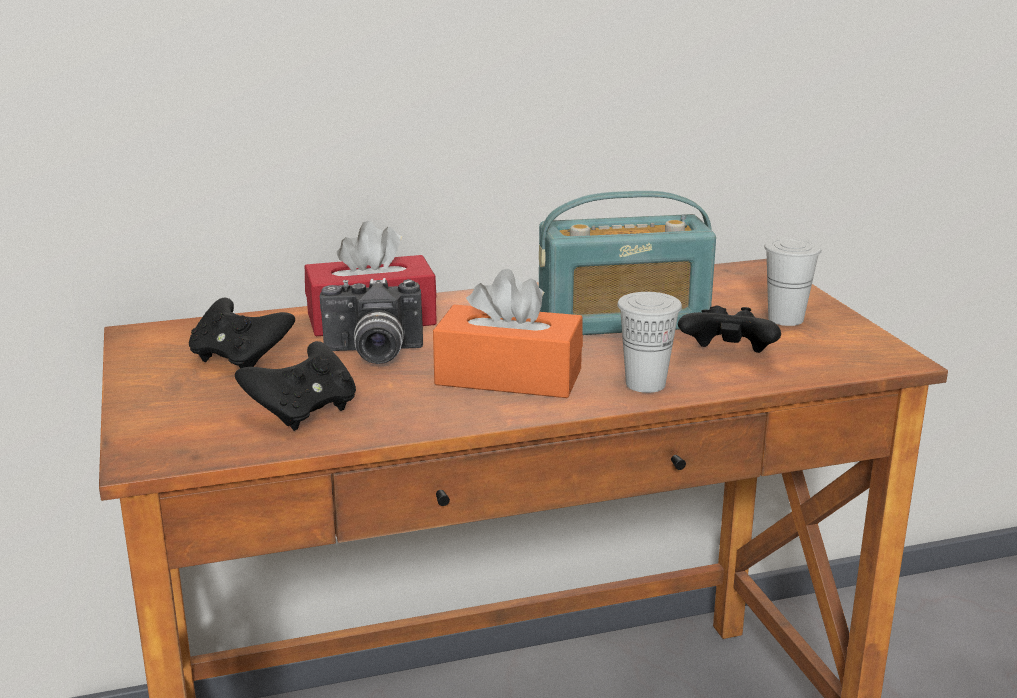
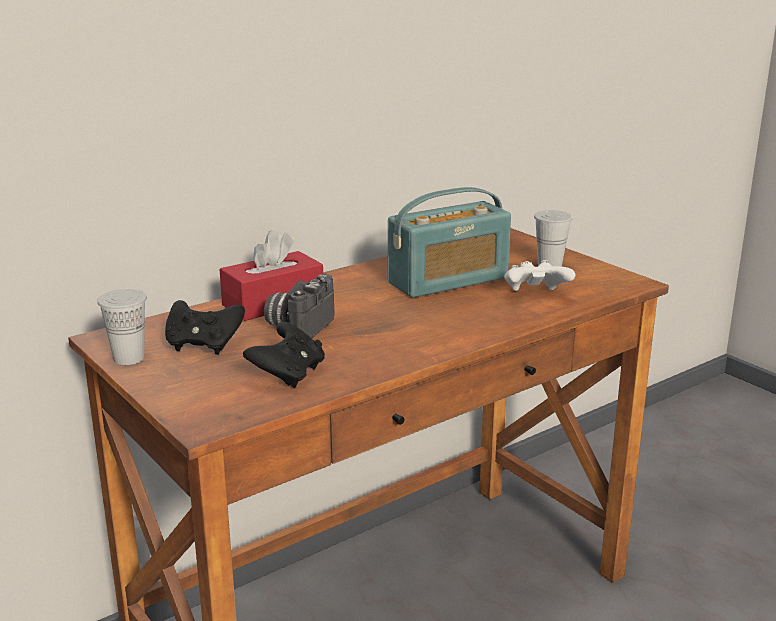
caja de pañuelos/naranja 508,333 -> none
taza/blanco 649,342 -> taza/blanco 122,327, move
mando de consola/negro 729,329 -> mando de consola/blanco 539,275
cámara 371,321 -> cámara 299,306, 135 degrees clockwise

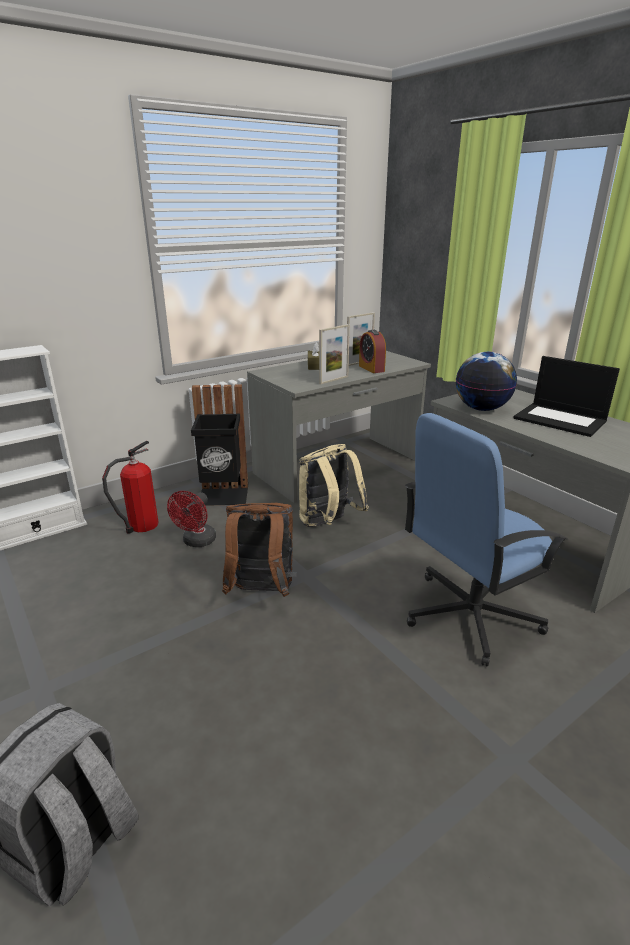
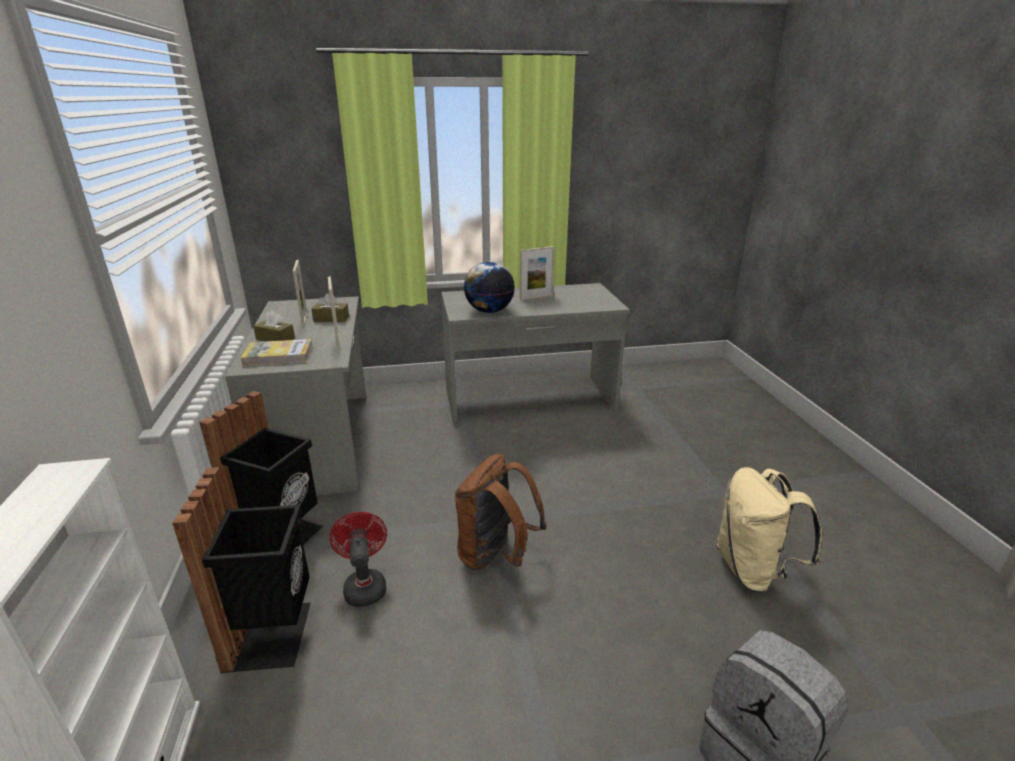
silla de oficina/azul 486,539 -> none
none -> libro 277,352
mochila/beis 334,485 -> mochila/beis 769,530, move
extintor 130,487 -> papelera/negro 241,570
despertador 372,351 -> caja de pañuelos/marrón 330,307
portátil 566,396 -> portarretratos 537,273
ventilador/rojo 191,519 -> ventilador/rojo 358,559, 150 degrees counterclockwise

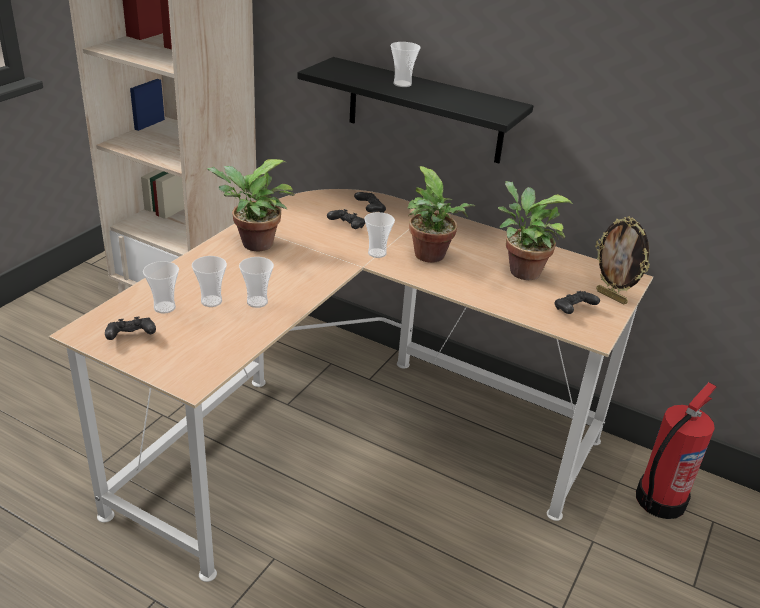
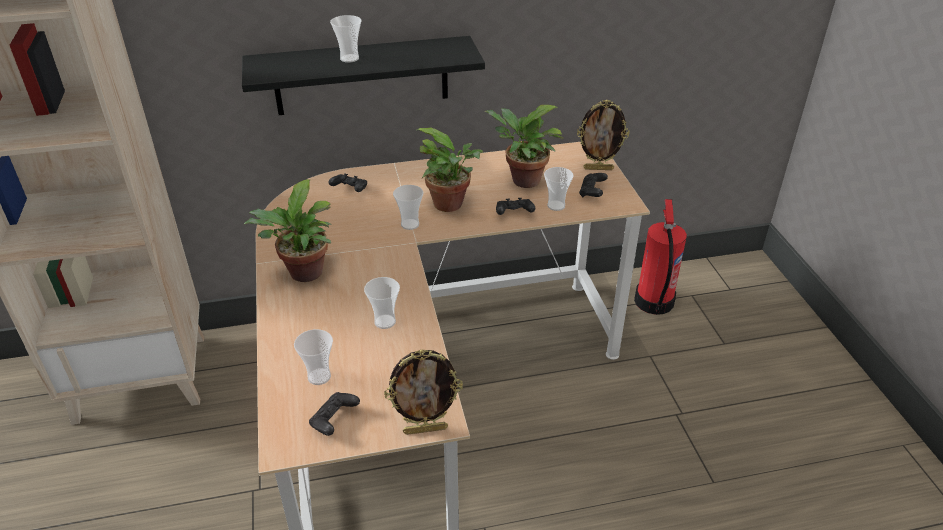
none -> portarretratos 423,392
taza 209,281 -> taza 559,189, move
mando de consola/negro 346,219 -> mando de consola/negro 515,206, move

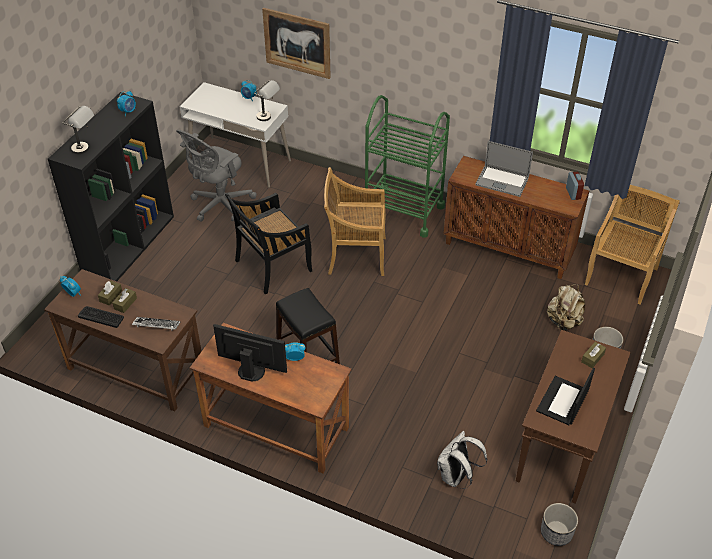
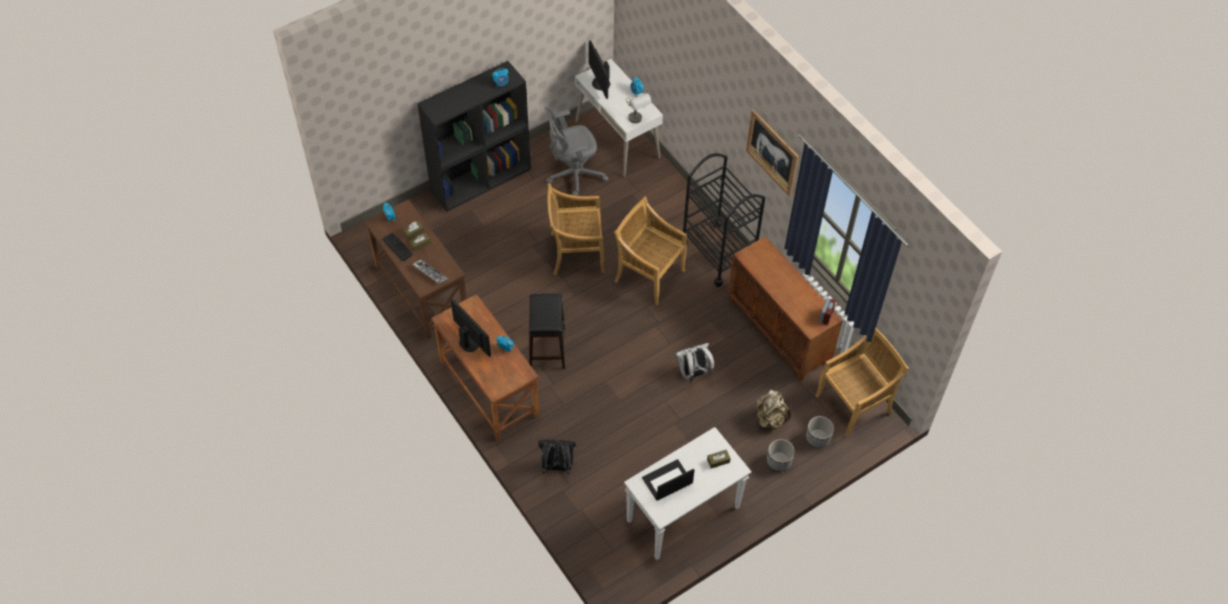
lámpara de mesa/gris 78,130 -> none
portátil 504,169 -> none
none -> mochila/negro 557,456
none -> monitor 600,69
cuadro 296,43 -> cuadro 772,153, move
mochila/blanco 462,460 -> mochila/blanco 694,363, move
maceta 559,524 -> maceta 820,432, move
silla/negro 268,243 -> silla/beis 576,229
carrito/verde 407,166 -> carrito/negro 724,220
mesa consola/marrón 573,417 -> mesa consola/blanco 688,493

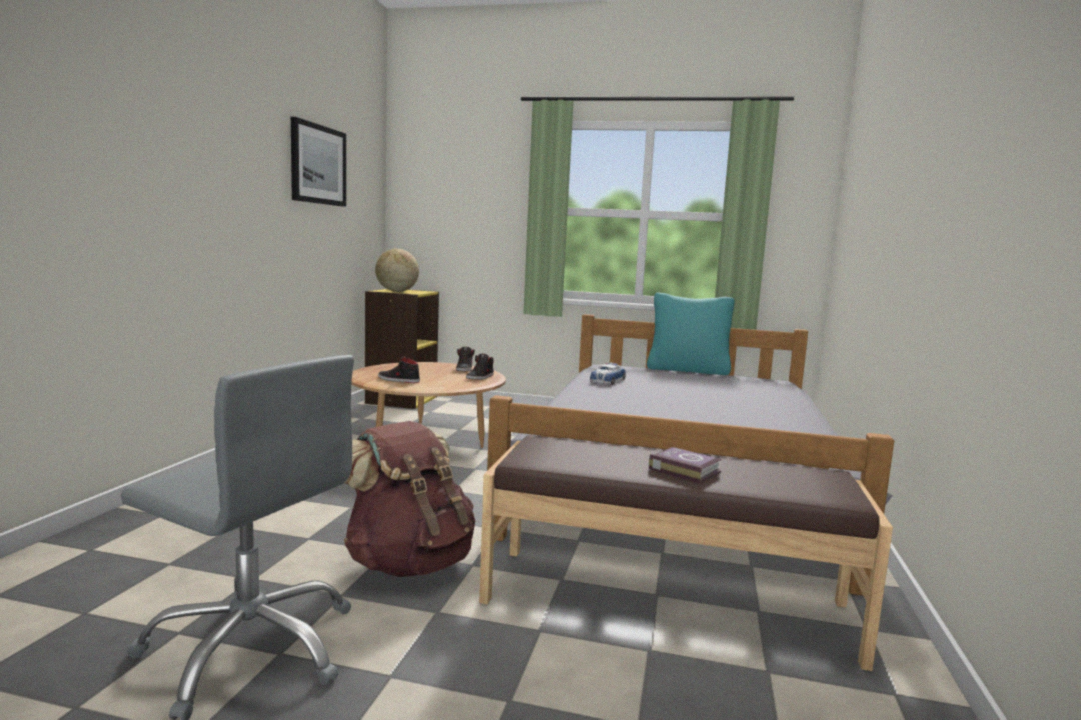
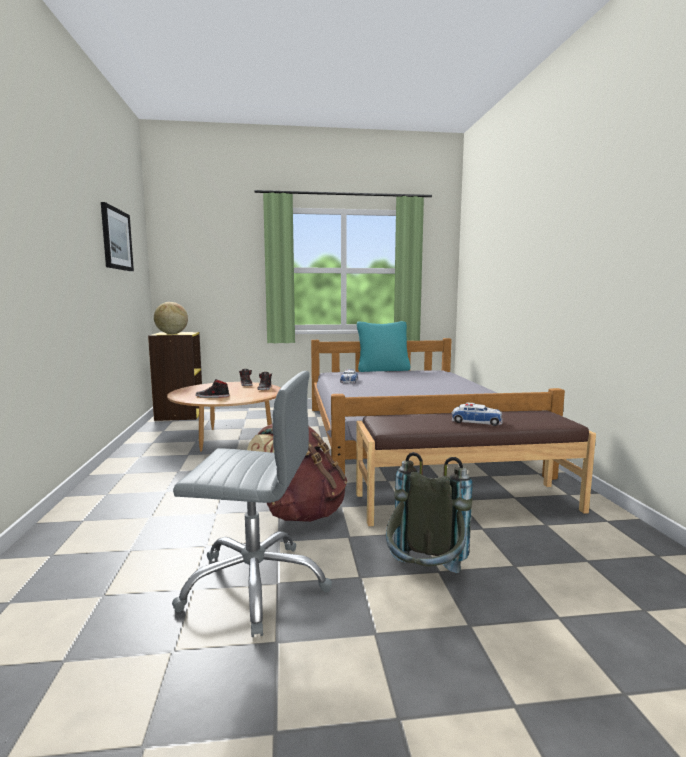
none -> mochila/gris 429,512
libro 685,465 -> coche de juguete 477,414

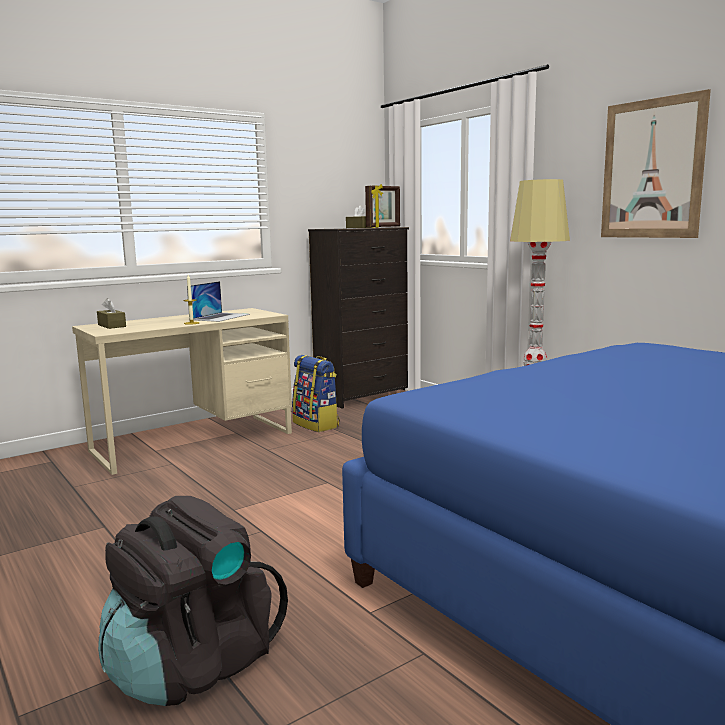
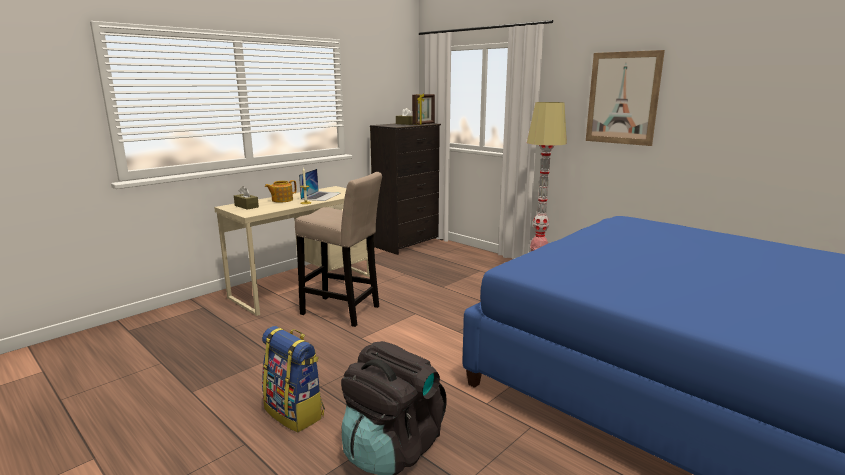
none -> tetera 281,191
none -> taburete/beis 338,249
mochila 316,393 -> mochila 293,379, move

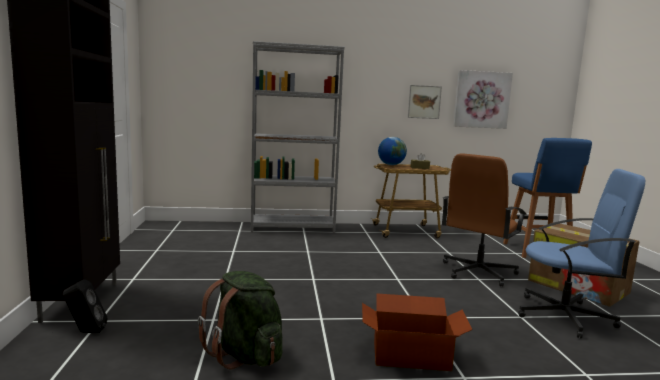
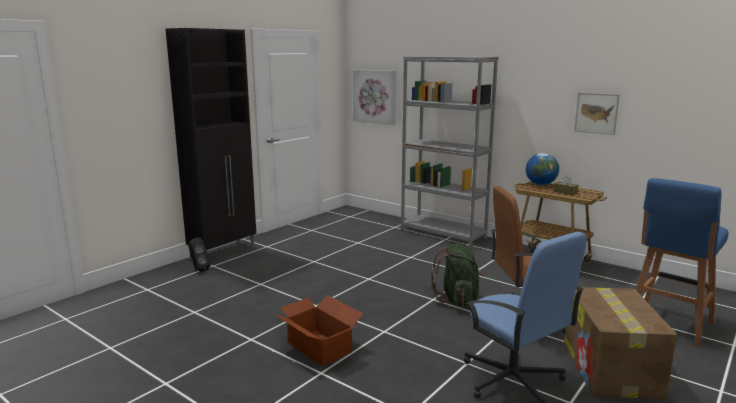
mochila/verde 240,320 -> mochila/verde 457,275, move
cuadro 483,99 -> cuadro 374,97, move

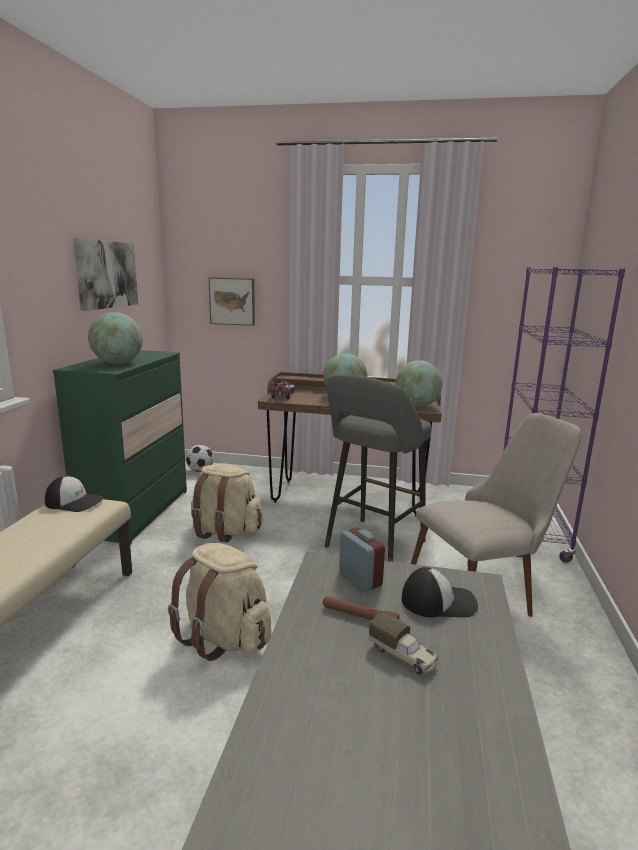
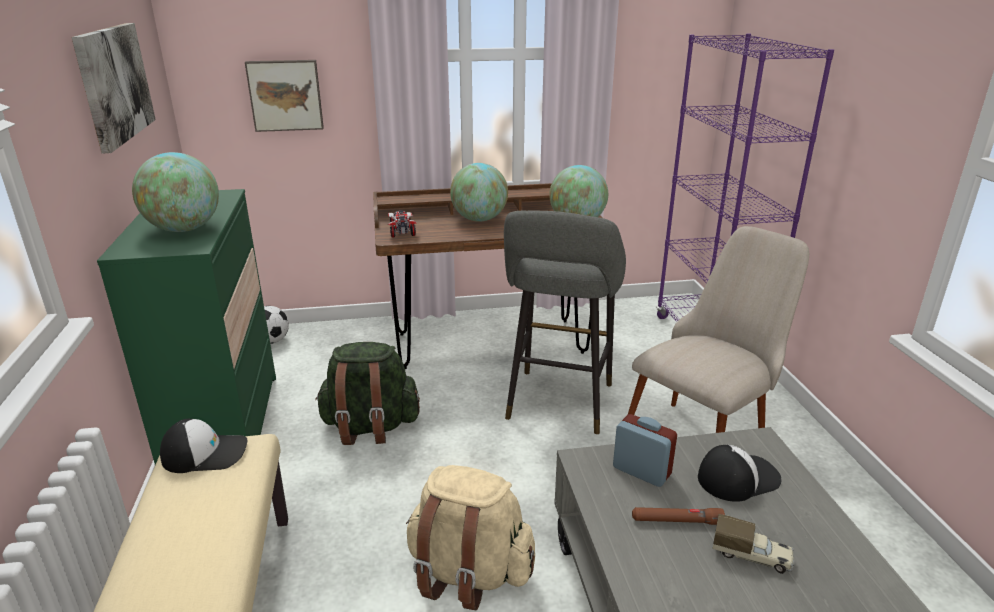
mochila/beis 227,503 -> mochila/verde 367,393

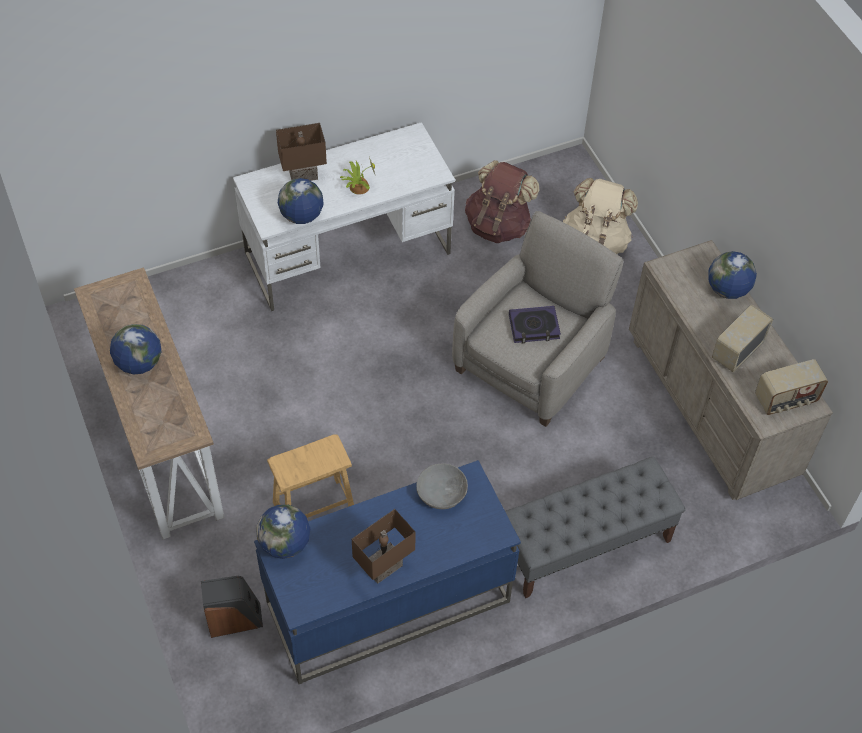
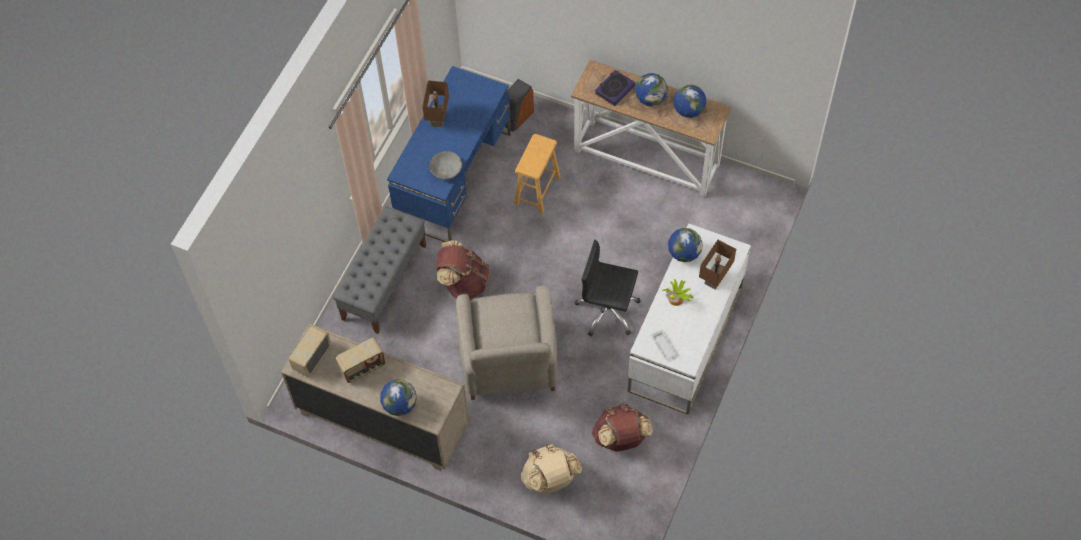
none -> mochila/marrón 462,270
none -> silla de oficina/negro 607,288
none -> bandeja/blanco 664,345
globo terráqueo 283,532 -> globo terráqueo 689,101, move
libro 535,324 -> libro 615,88, move
radio 742,338 -> radio 360,360, 60 degrees clockwise

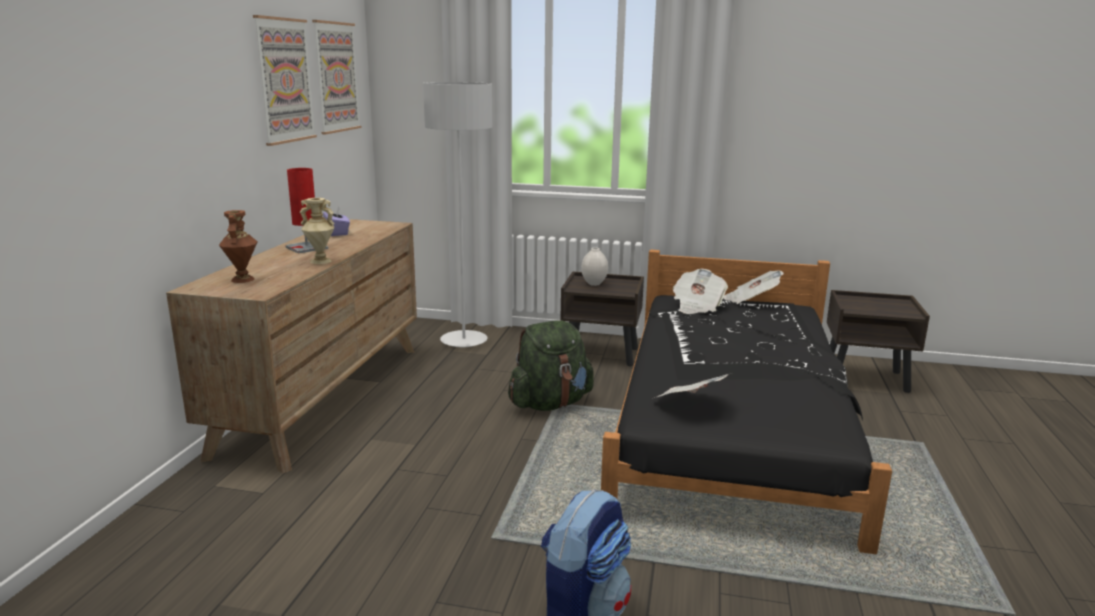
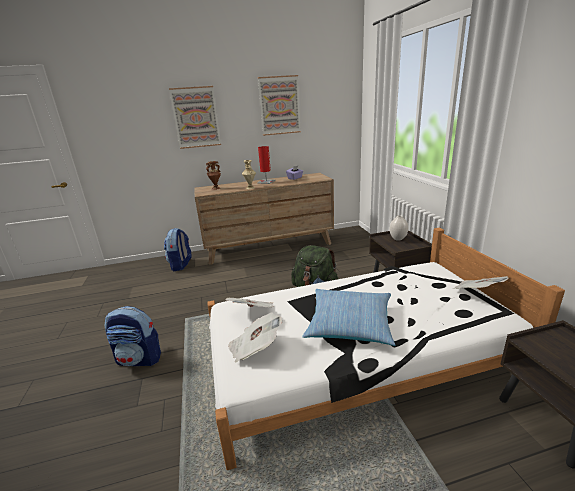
lámpara de pie/gris 457,214 -> none
none -> mochila 177,249
none -> cojín 349,317
cuadro 337,77 -> cuadro 195,117, move
periódico 700,291 -> periódico 255,337, move
cama/negro 746,402 -> cama/blanco 386,349

